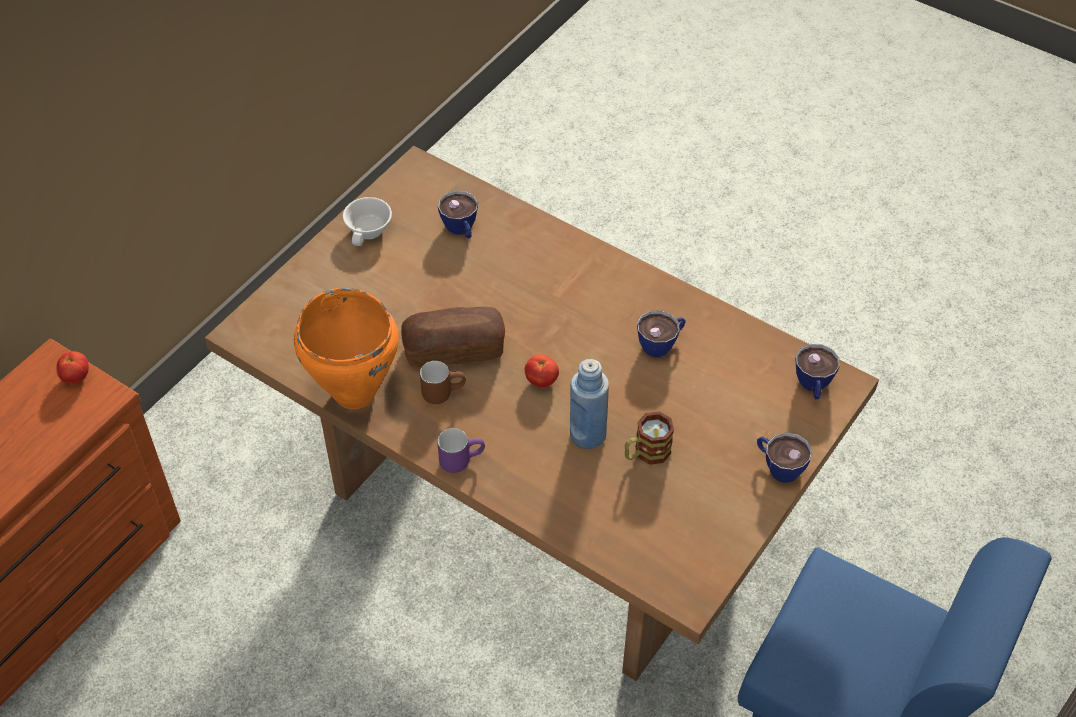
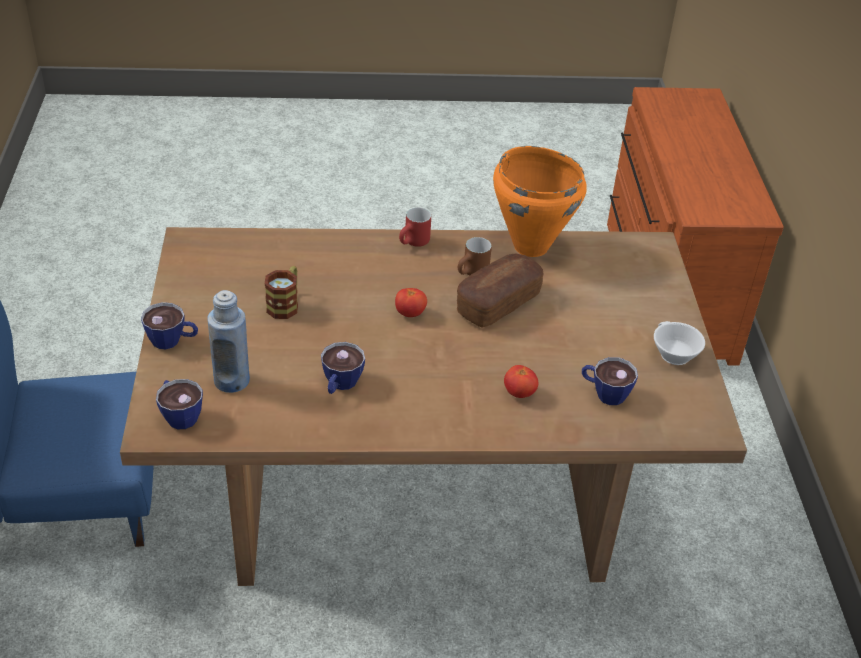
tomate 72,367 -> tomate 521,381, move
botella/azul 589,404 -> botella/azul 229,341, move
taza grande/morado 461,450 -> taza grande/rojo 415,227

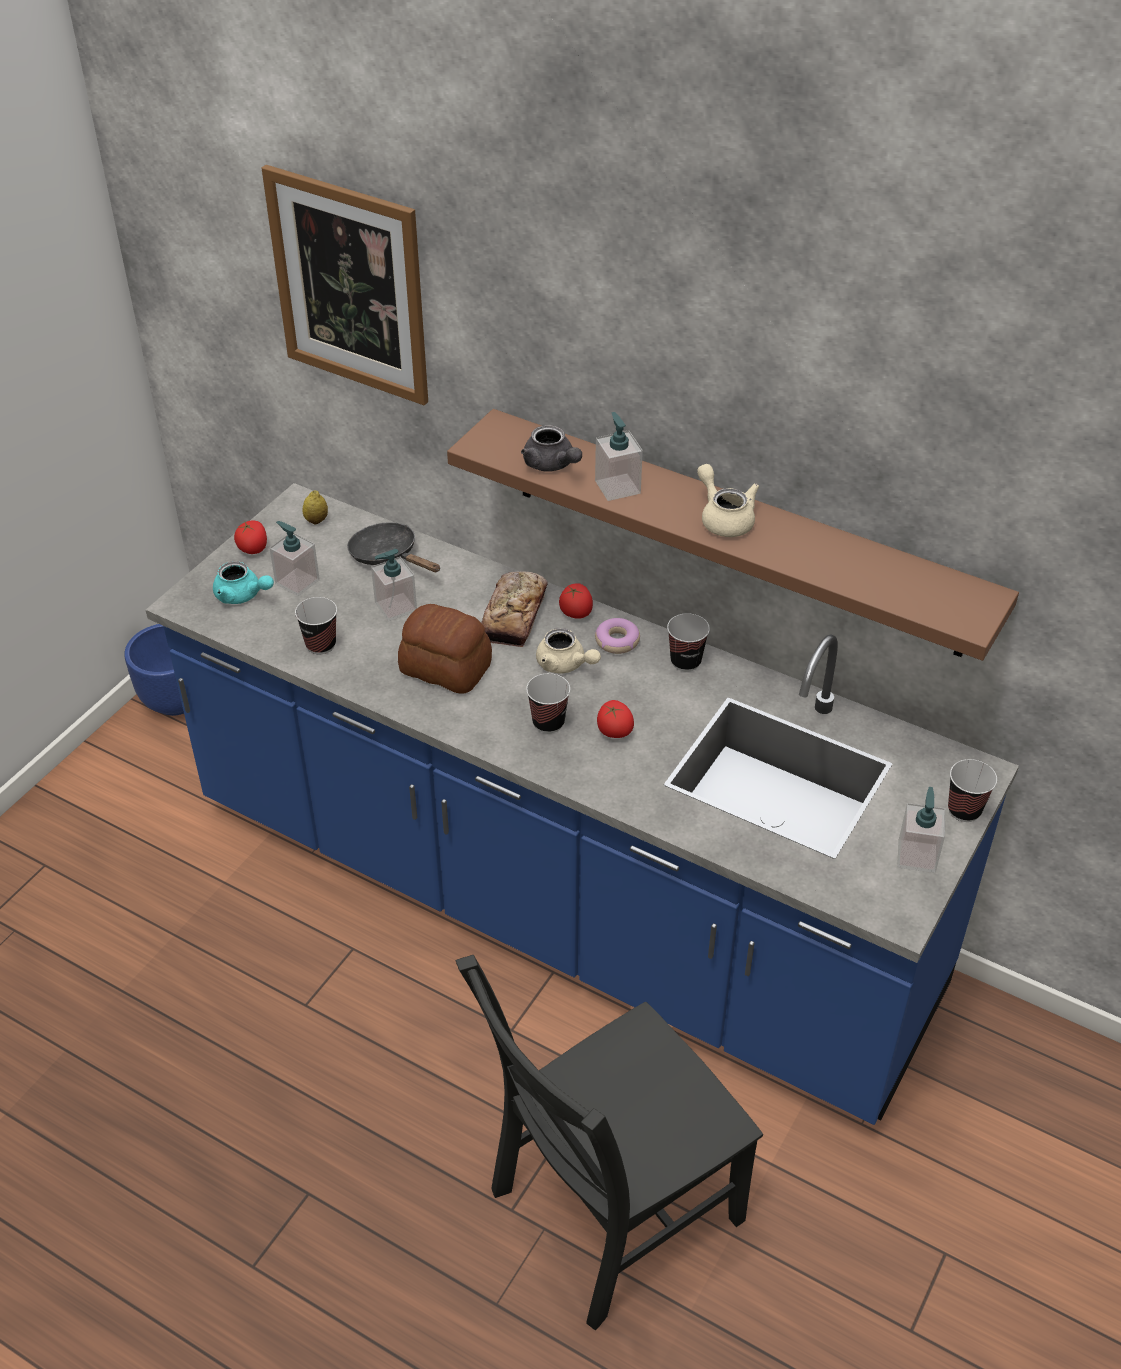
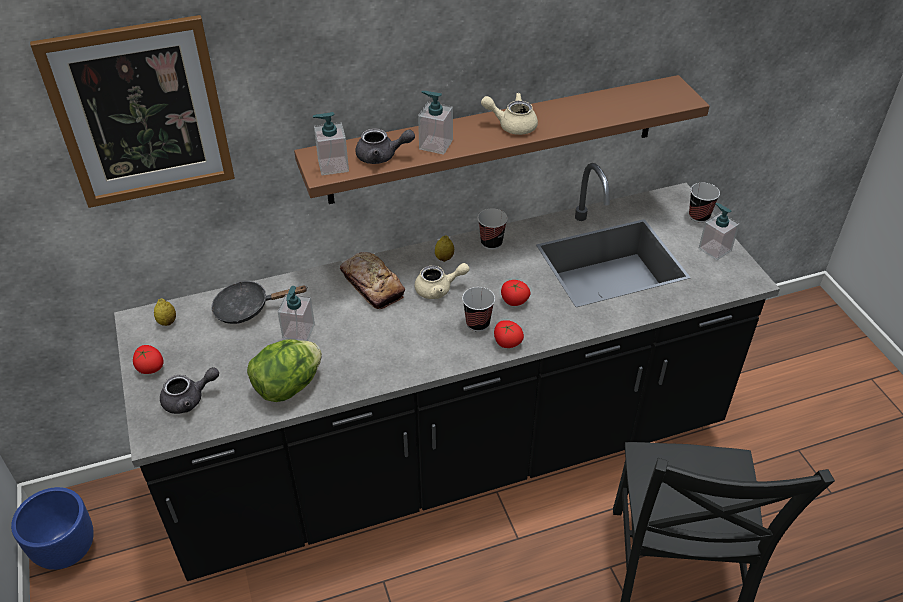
pan 445,648 -> none
dispensador de jabón 294,558 -> dispensador de jabón 331,144, move
tomate 576,601 -> tomate 509,334, move
taza 316,625 -> lechuga 284,370
rosquilla 617,636 -> limón 444,248
mueble bajo de cocina/azul 582,804 -> mueble bajo de cocina/negro 447,372
tetera/turquesa 243,582 -> tetera/gris 189,390

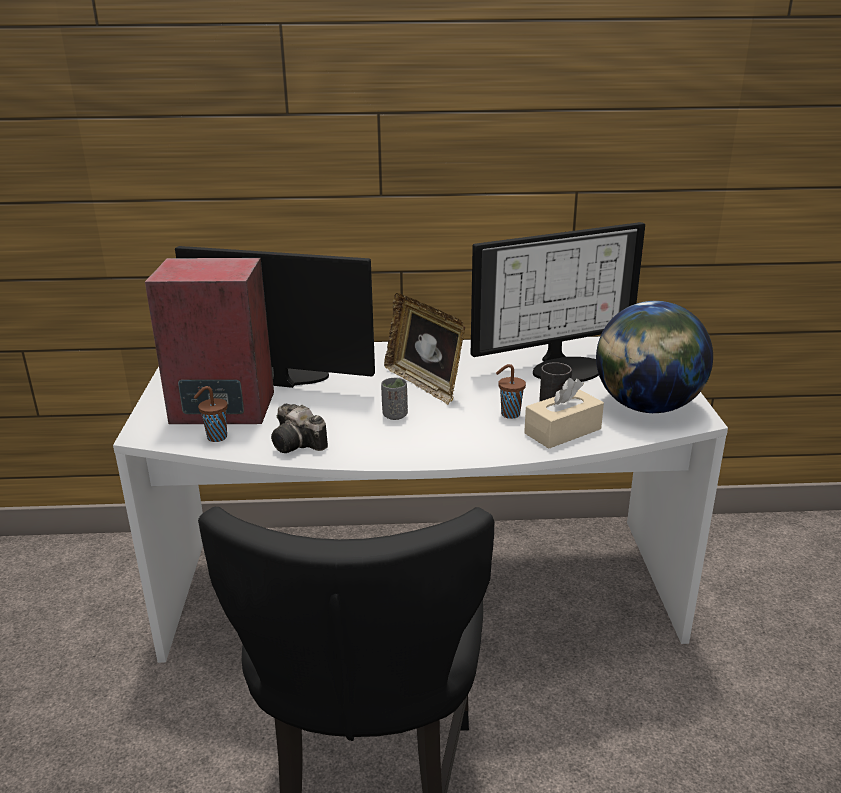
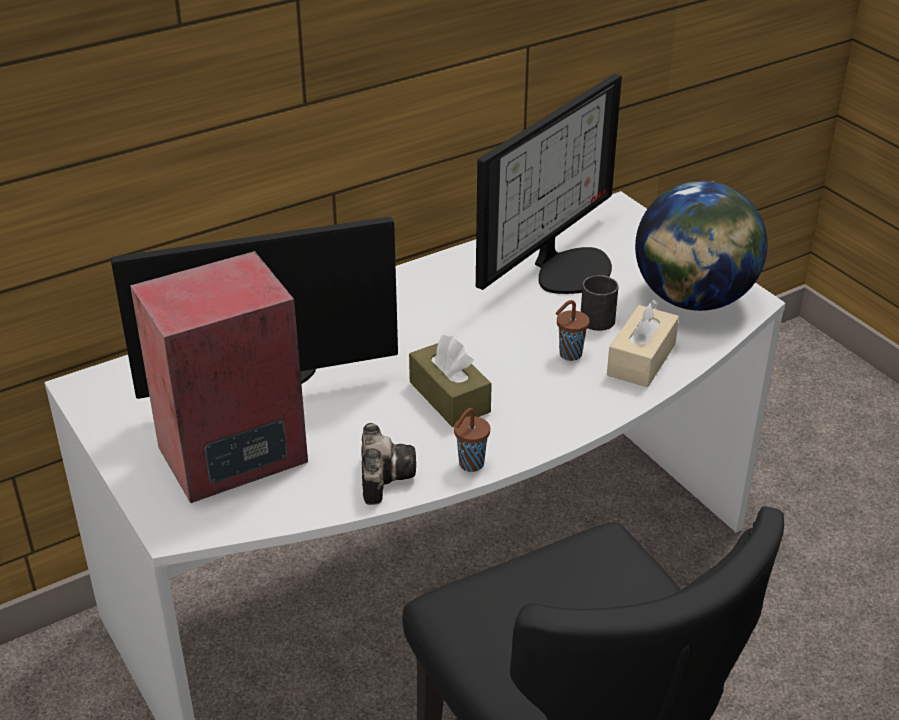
portarretratos 424,349 -> none
taza/marrón 211,414 -> taza/marrón 472,440, move
taza/gris 394,399 -> caja de pañuelos/marrón 450,381
cámara 299,428 -> cámara 388,464, 105 degrees counterclockwise

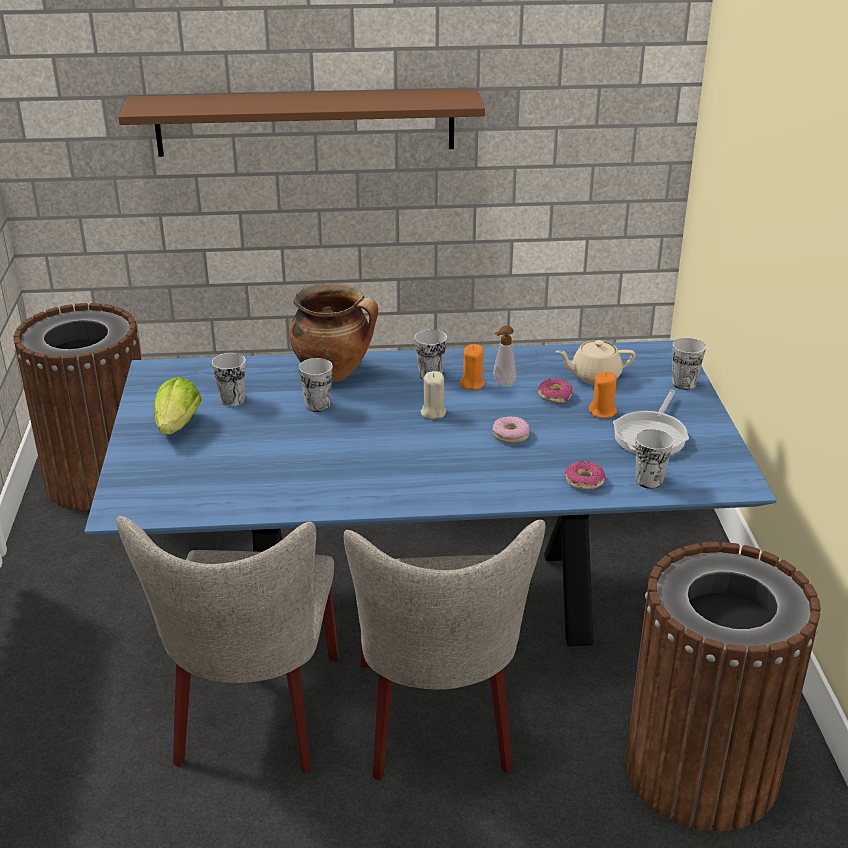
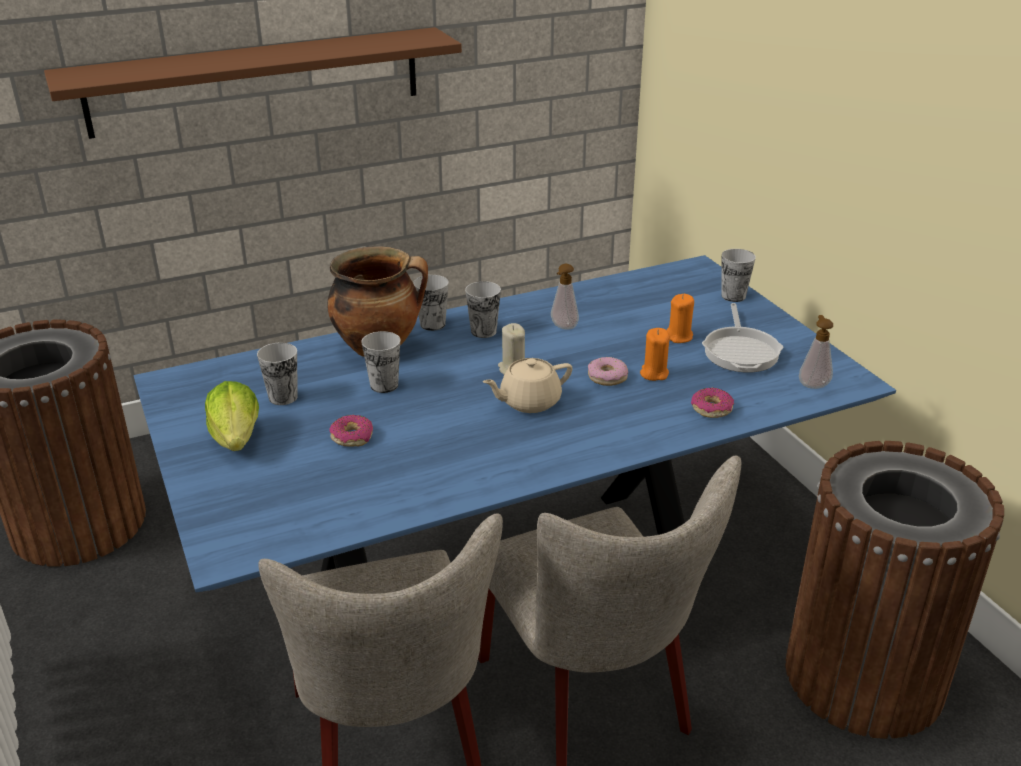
none -> dispensador de jabón 816,352
vela/naranja 472,367 -> vela/naranja 655,354, move
rosquilla 555,390 -> rosquilla 351,431, move
tetera/beis 595,362 -> tetera/beis 528,385, move
taza 655,459 -> taza 431,303, move

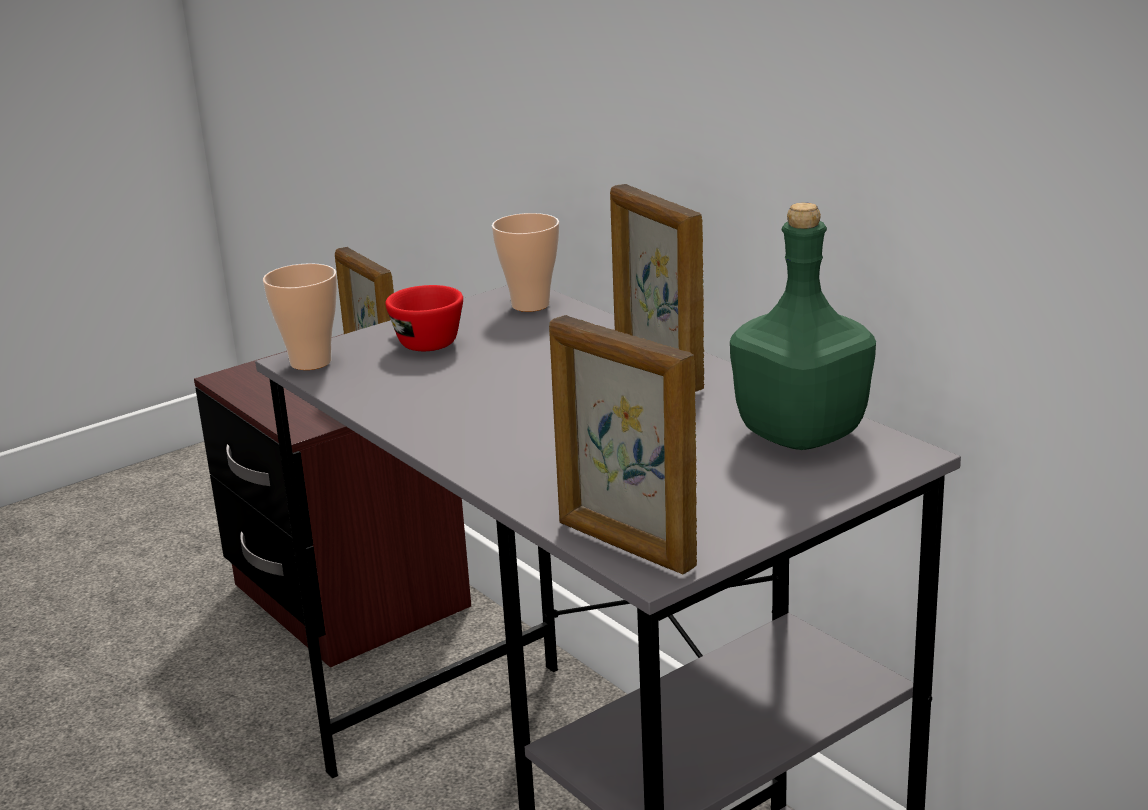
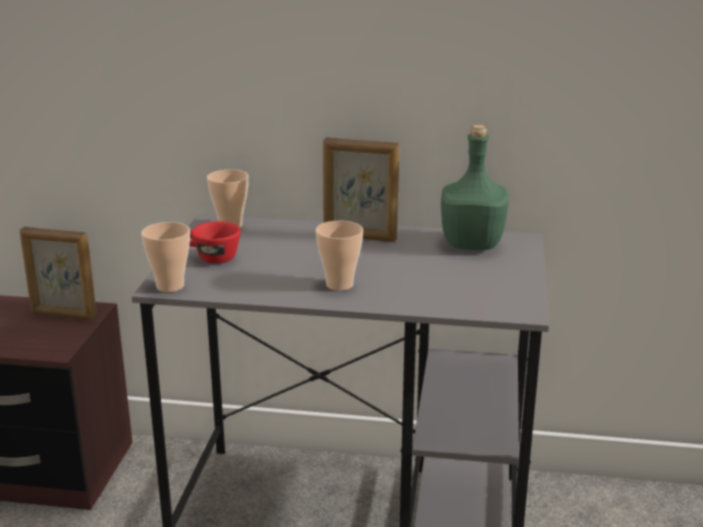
portarretratos 623,444 -> none
none -> taza 339,256

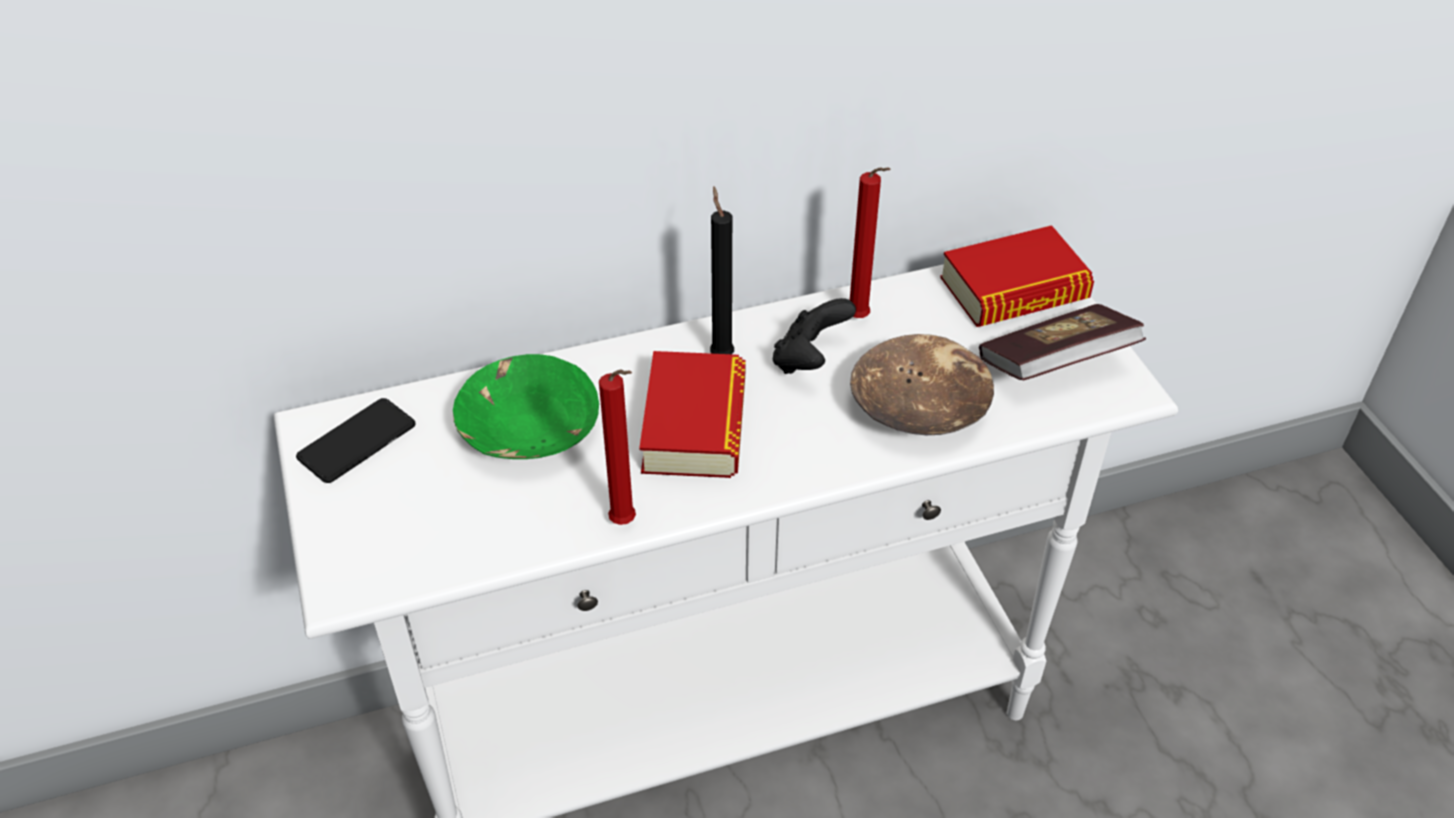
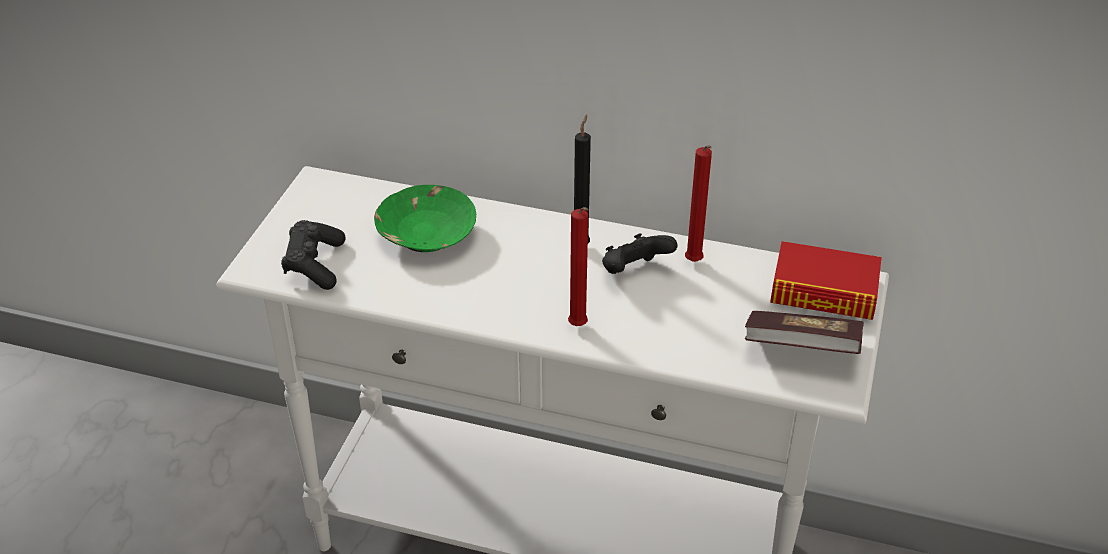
móvil 355,440 -> none
libro 692,414 -> none
cuenco/marrón 922,384 -> none
none -> mando de consola/negro 313,255
vela/rojo 617,447 -> vela/rojo 578,266, move

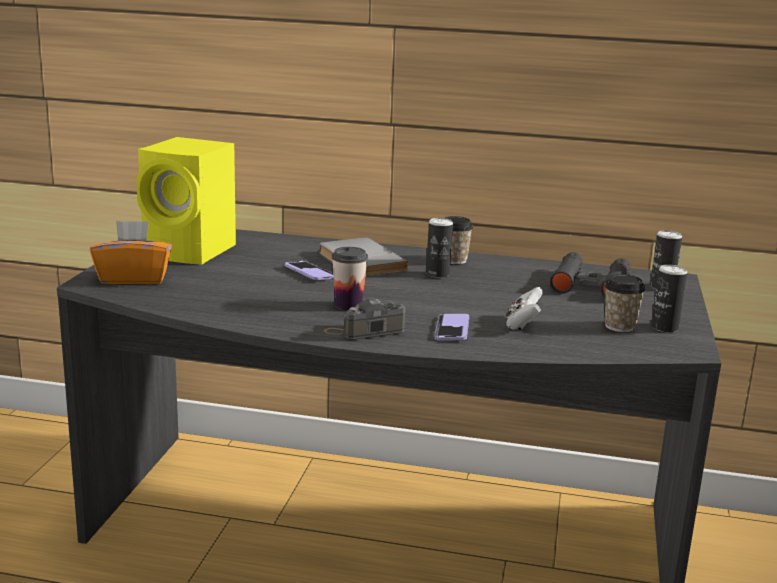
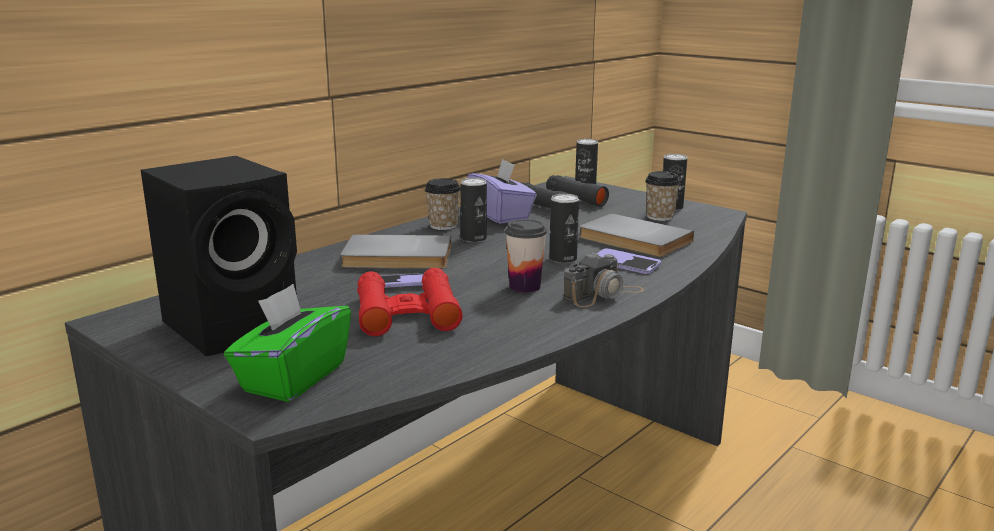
none -> prismáticos/rojo 410,302
none -> caja de pañuelos/morado 502,191
none -> lata 564,228
mando de consola/blanco 524,308 -> libro/gris 636,235
caja de pañuelos/naranja 131,252 -> caja de pañuelos/verde 287,343
altavoz/amarillo 186,201 -> altavoz/negro 219,256
cámara 365,319 -> cámara 603,280, 135 degrees counterclockwise

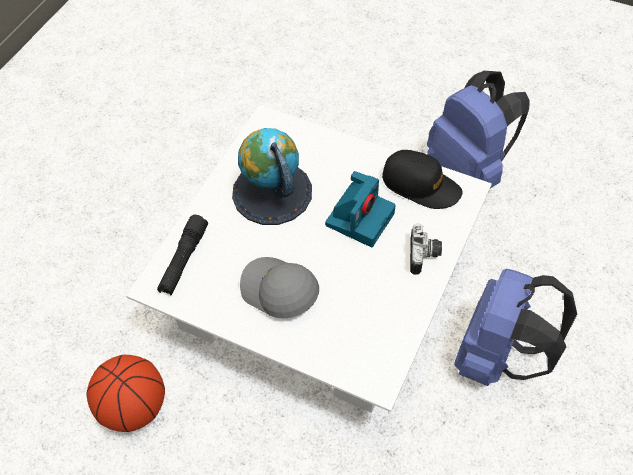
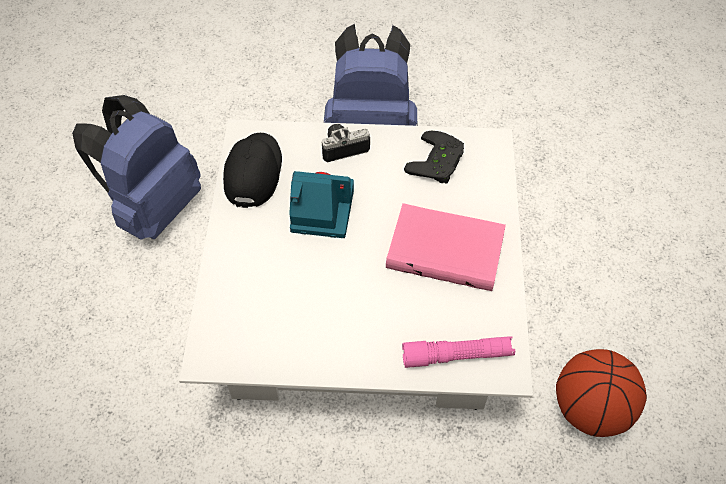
globo terráqueo 272,176 -> none
none -> mando de consola/negro 434,157
gorra/gris 279,288 -> libro/rosa 446,247
linterna/negro 182,255 -> linterna/rosa 458,352

